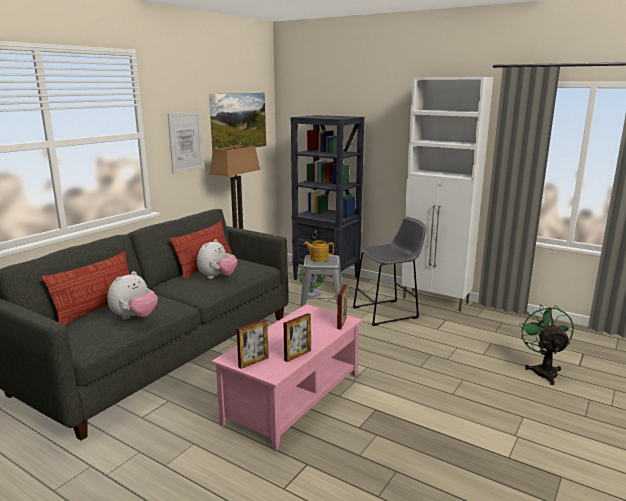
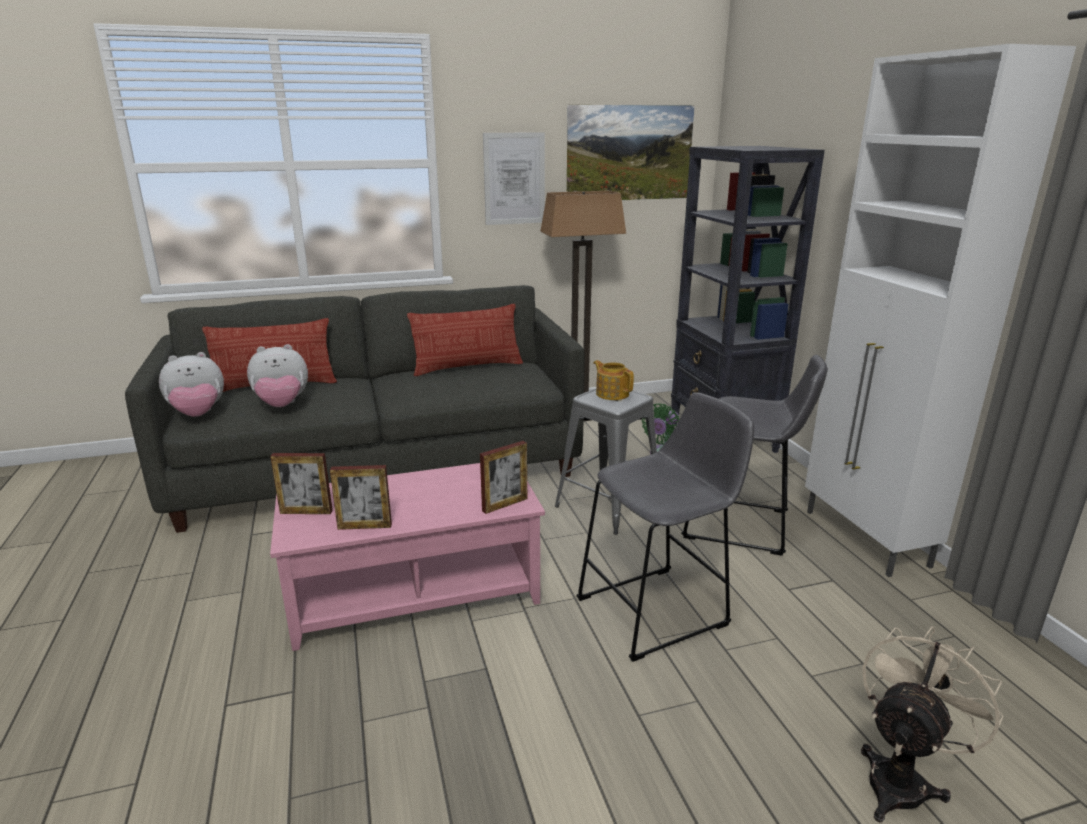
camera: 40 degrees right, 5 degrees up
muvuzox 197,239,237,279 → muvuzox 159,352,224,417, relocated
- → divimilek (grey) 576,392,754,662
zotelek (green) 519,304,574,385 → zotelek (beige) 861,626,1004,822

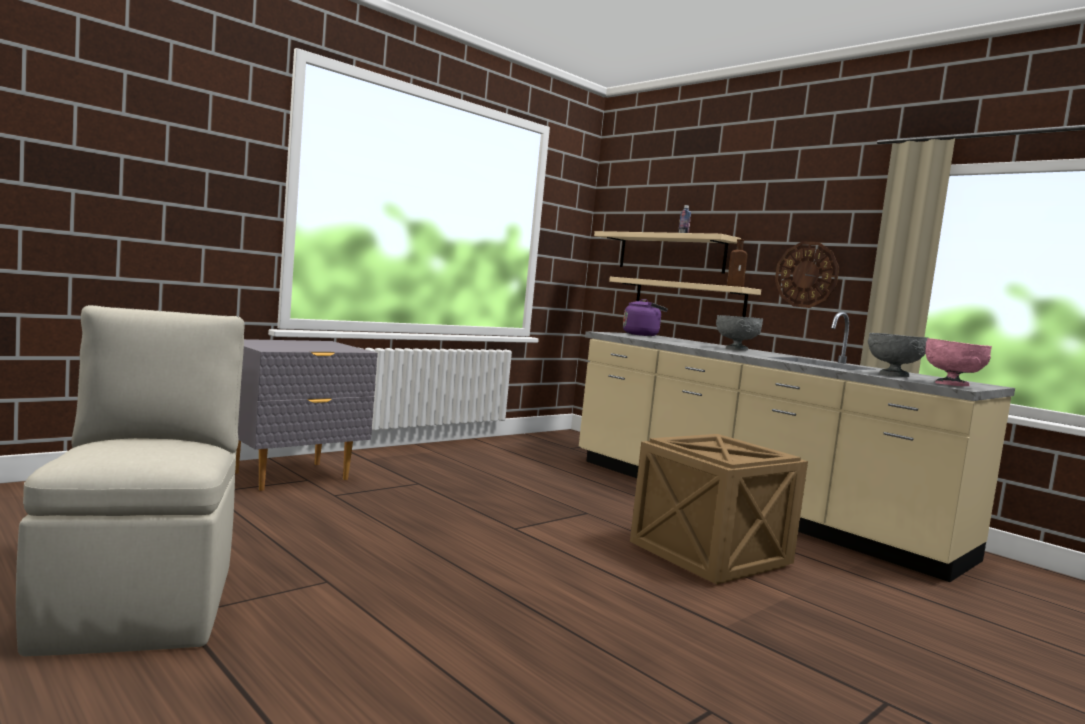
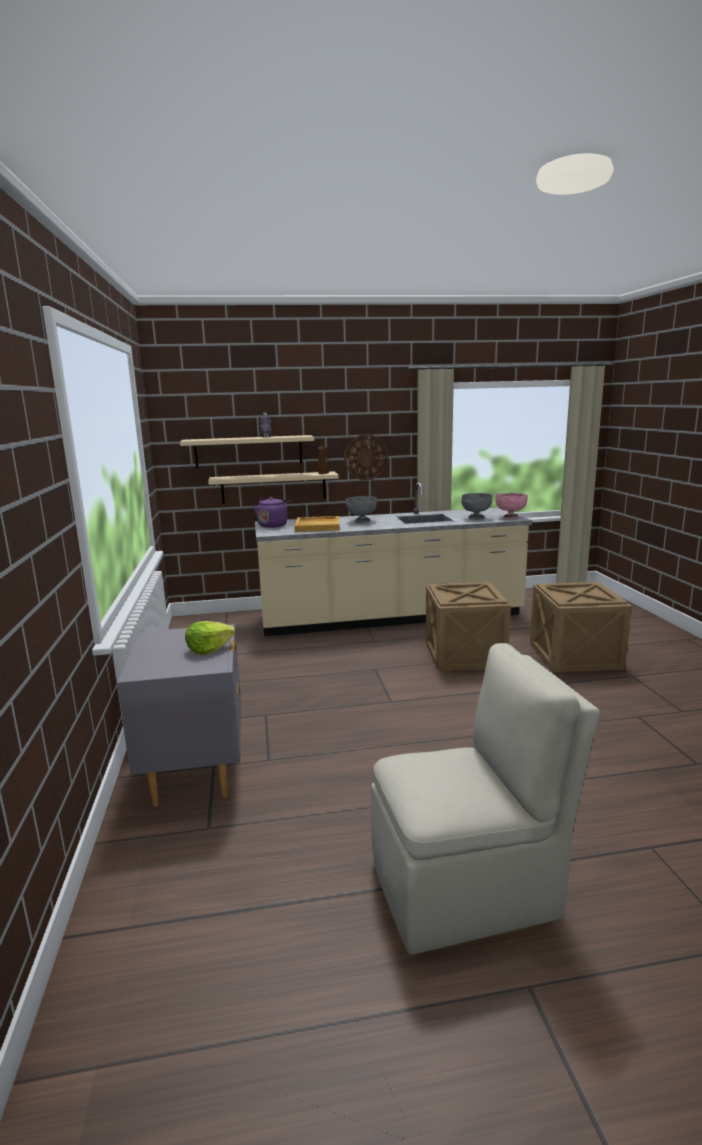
camera: 55 degrees left, 10 degrees up
- → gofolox 185,621,235,655
- → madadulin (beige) 295,516,340,532
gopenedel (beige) 16,305,245,656 → gopenedel (beige) 371,643,600,955, 150 degrees clockwise
- → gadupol 530,582,632,672

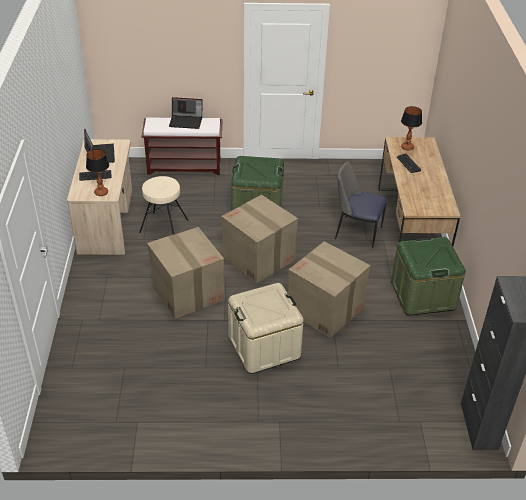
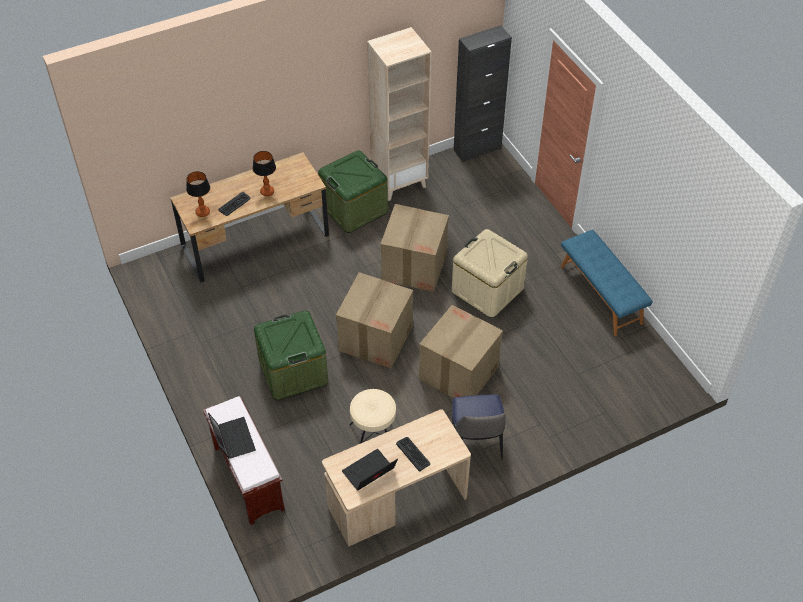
camera: 115 degrees left, 10 degrees up
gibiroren 86,149,109,196 → gibiroren 253,151,276,196, relocated
- → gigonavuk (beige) 367,27,432,201
gopenedel 335,162,387,248 → gopenedel 452,394,505,460, relocated
- → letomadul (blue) 560,230,653,336

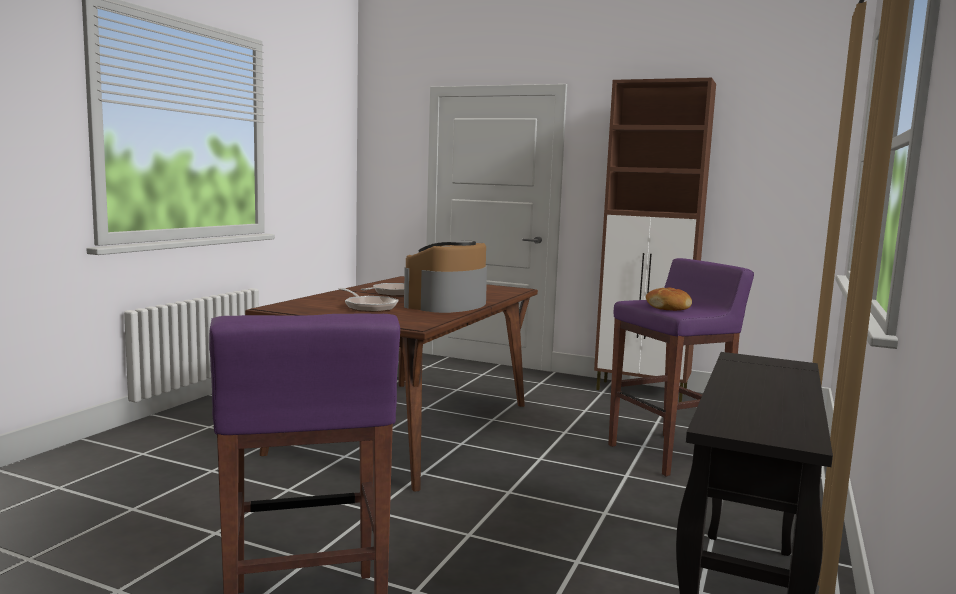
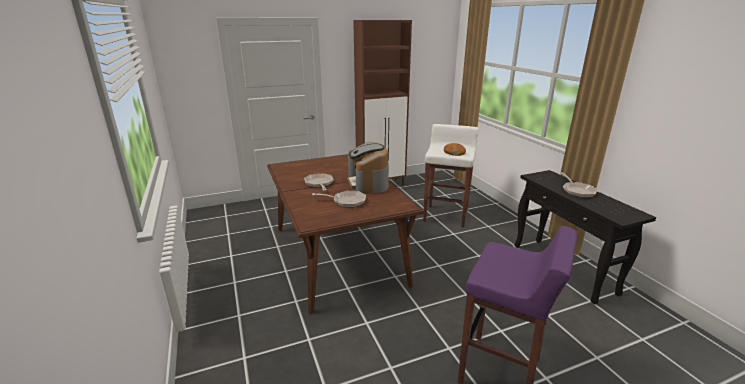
camera: 45 degrees left, 15 degrees up
divimilek (purple) 608,258,754,476 → divimilek (white) 423,124,478,227
- → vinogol 561,173,598,198

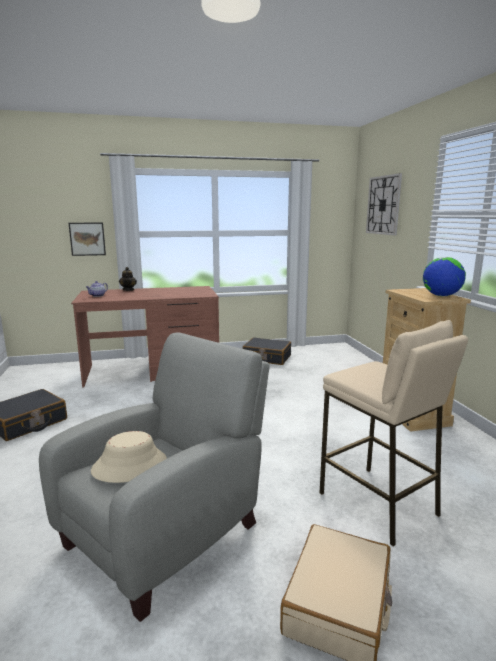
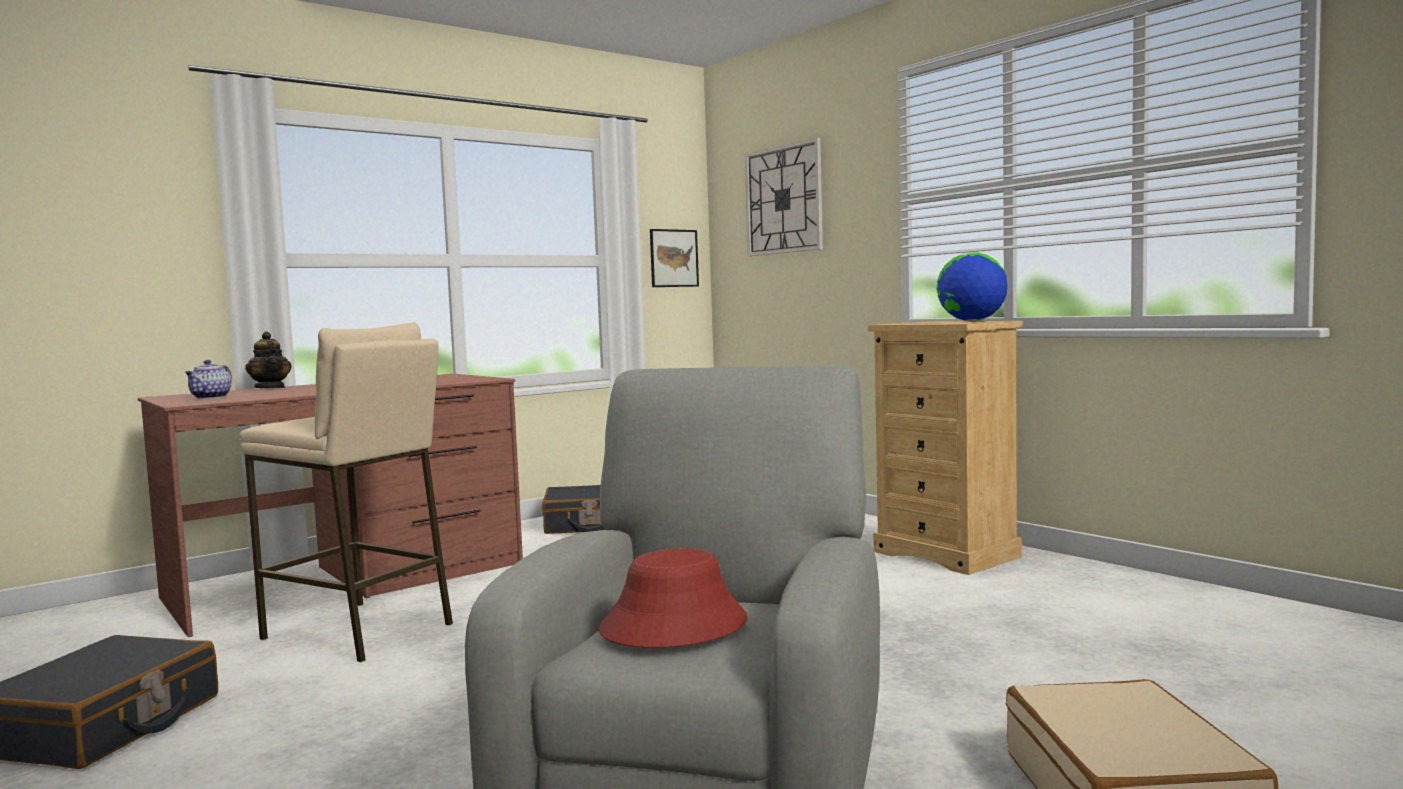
camera: 25 degrees left, 10 degrees down
divimilek (beige) 320,320,468,547 → divimilek (beige) 240,322,453,662, relocated
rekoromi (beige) 91,431,167,483 → rekoromi (red) 598,549,748,648
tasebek 69,223,106,256 → tasebek 650,229,699,287, relocated

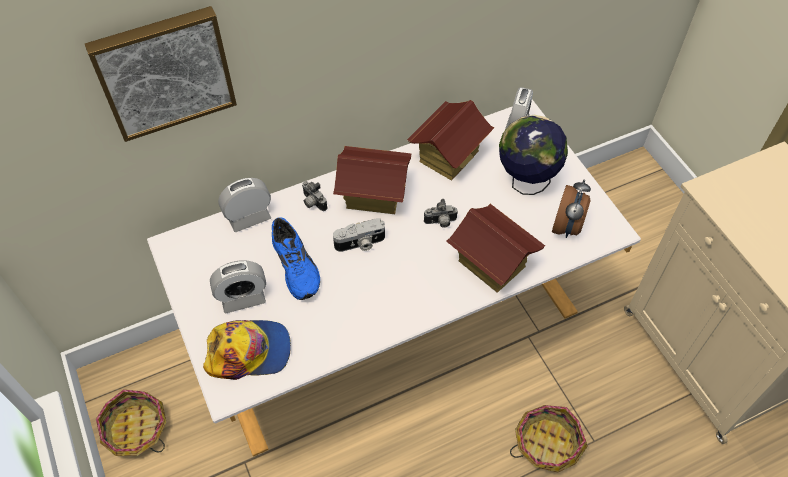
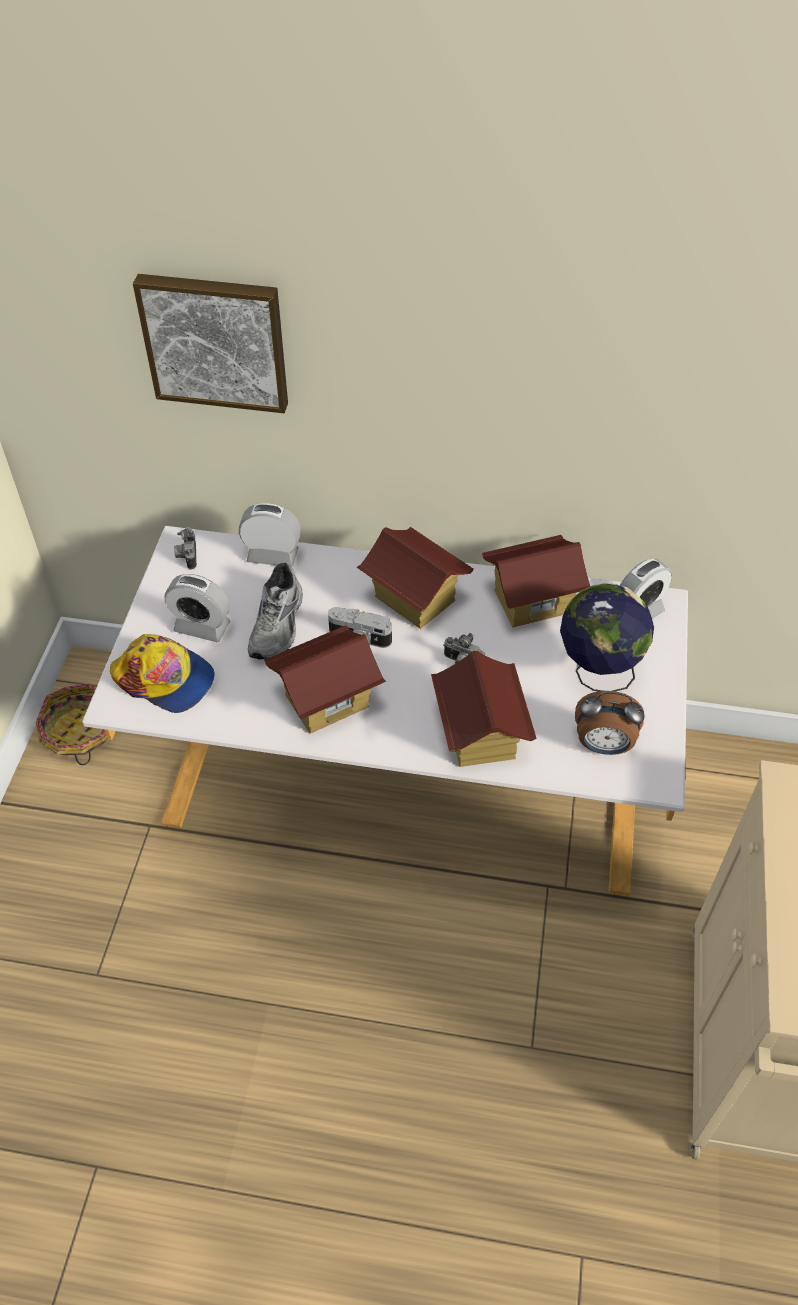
camera: 35 degrees right, 5 degrees down
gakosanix 302,181,327,211 → gakosanix 174,527,197,569, relocated
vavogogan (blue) 272,218,320,300 → vavogogan (grey) 248,563,303,660
- → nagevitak 264,625,386,734
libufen 552,180,591,238 → libufen 575,691,645,755, 45 degrees clockwise
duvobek 510,405,588,472 → -

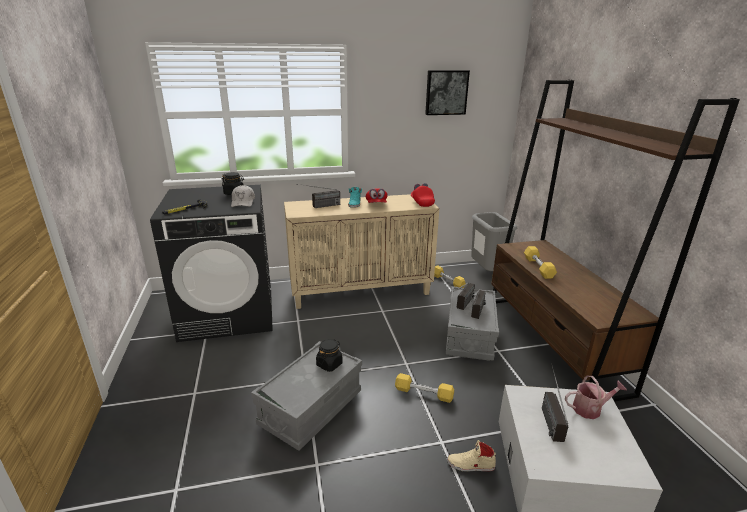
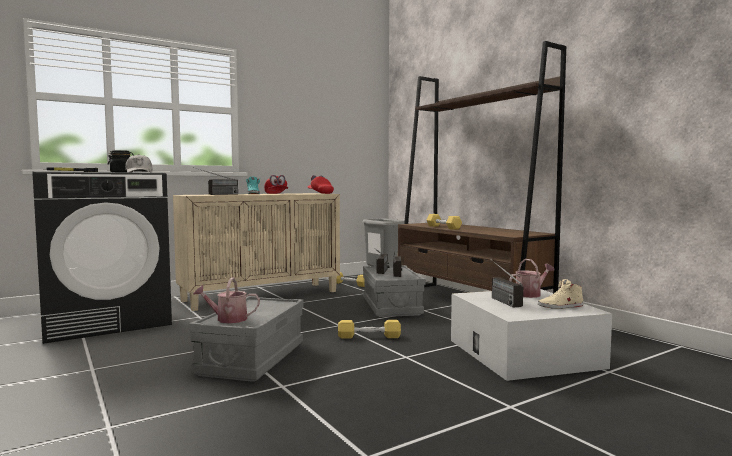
camera: 20 degrees left, 20 degrees down
- → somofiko 193,277,260,323
vavogogan (beige) 447,440,496,472 → vavogogan (beige) 538,279,583,309, relocated
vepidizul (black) 316,339,343,372 → -
tasebek 425,70,470,115 → -

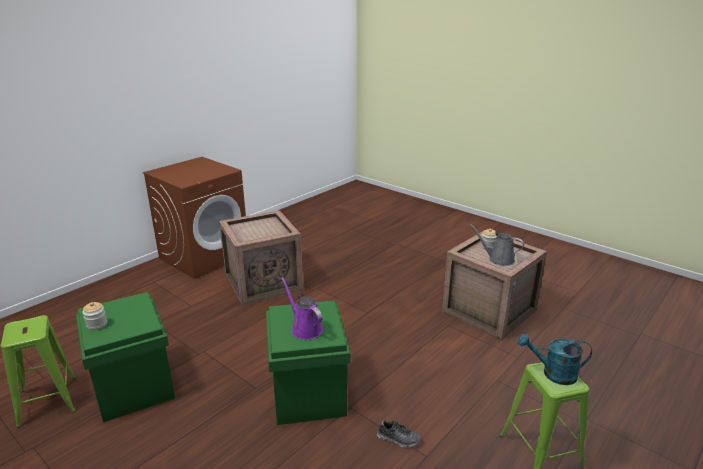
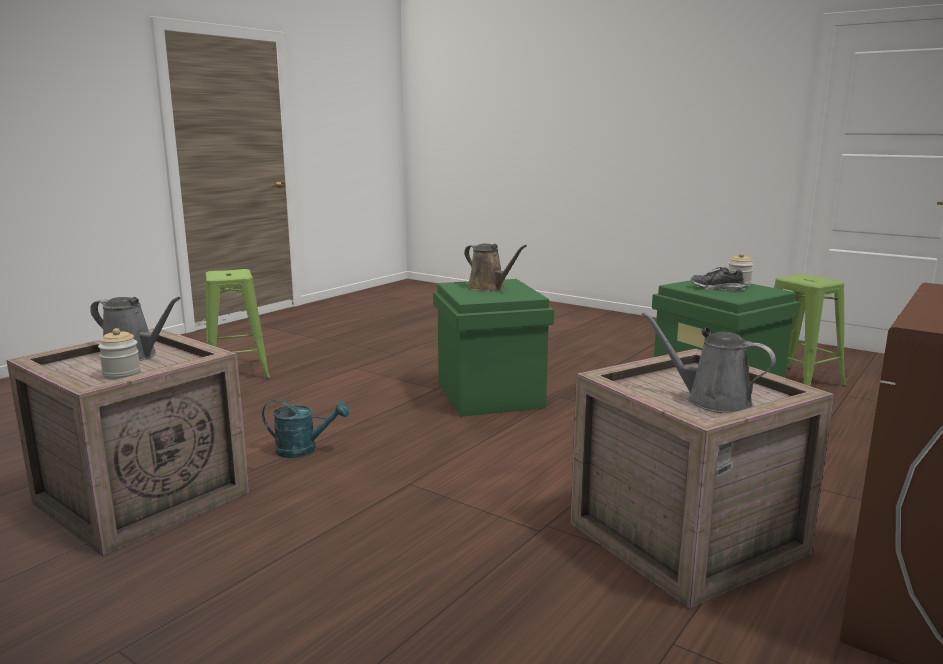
camera: 175 degrees right, 10 degrees down
somofiko (turquoise) 518,334,592,385 → somofiko (turquoise) 262,400,349,458, relocated
somofiko (purple) 281,277,323,340 → somofiko (brown) 464,243,527,291
- → somofiko (grey) 642,312,776,413
vavogogan 377,420,421,448 → vavogogan 691,267,745,291, relocated

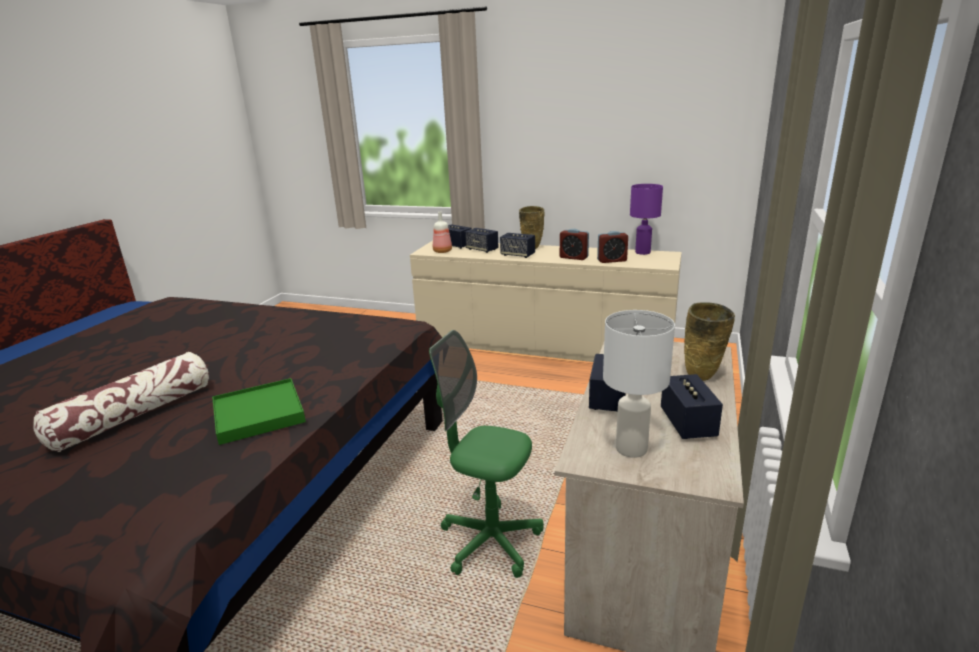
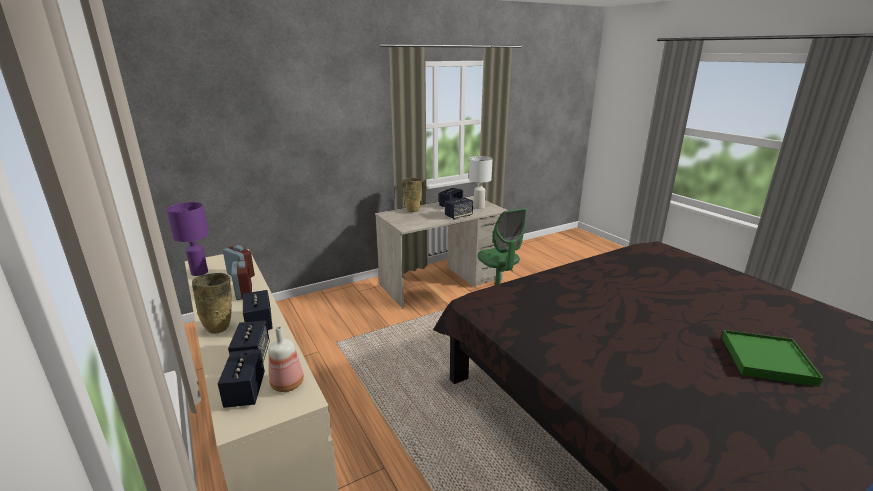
camera: 140 degrees left, 0 degrees up
madadulin (green) 212,378,306,445 → madadulin (green) 722,330,823,387, relocated
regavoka 33,352,209,452 → -

